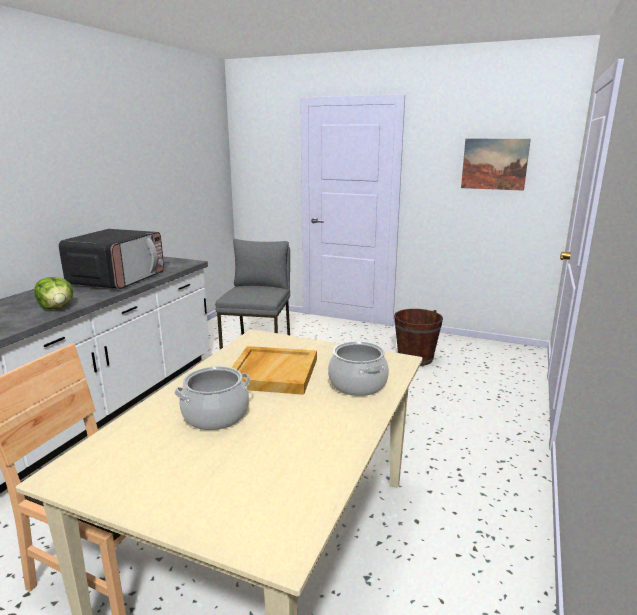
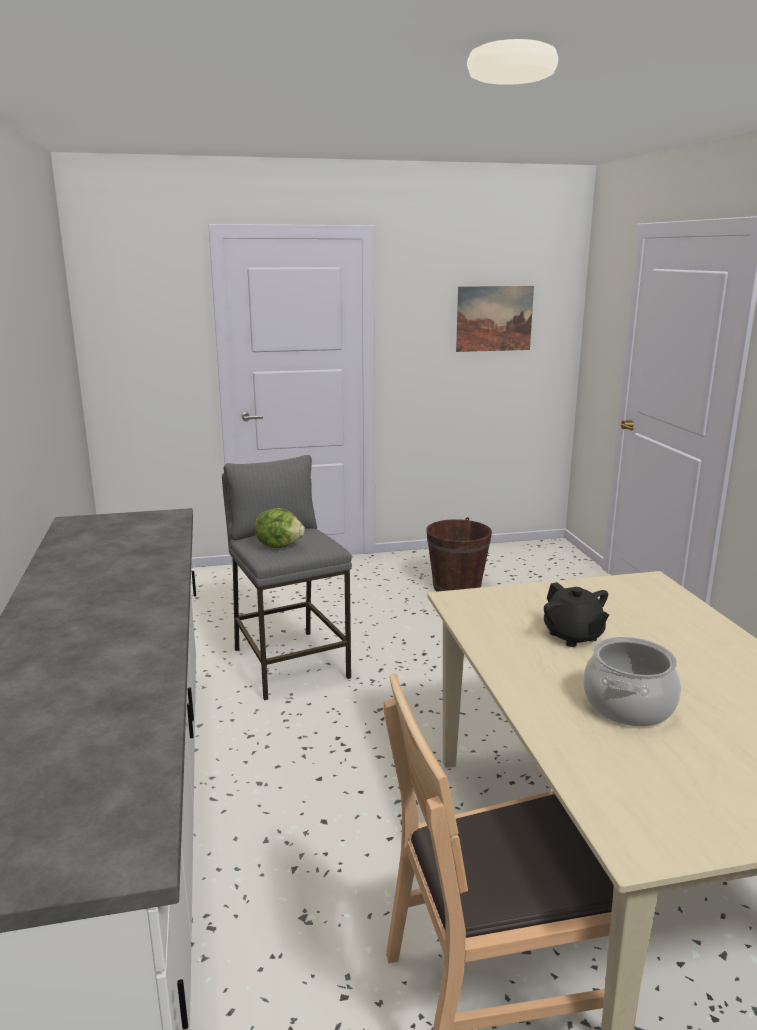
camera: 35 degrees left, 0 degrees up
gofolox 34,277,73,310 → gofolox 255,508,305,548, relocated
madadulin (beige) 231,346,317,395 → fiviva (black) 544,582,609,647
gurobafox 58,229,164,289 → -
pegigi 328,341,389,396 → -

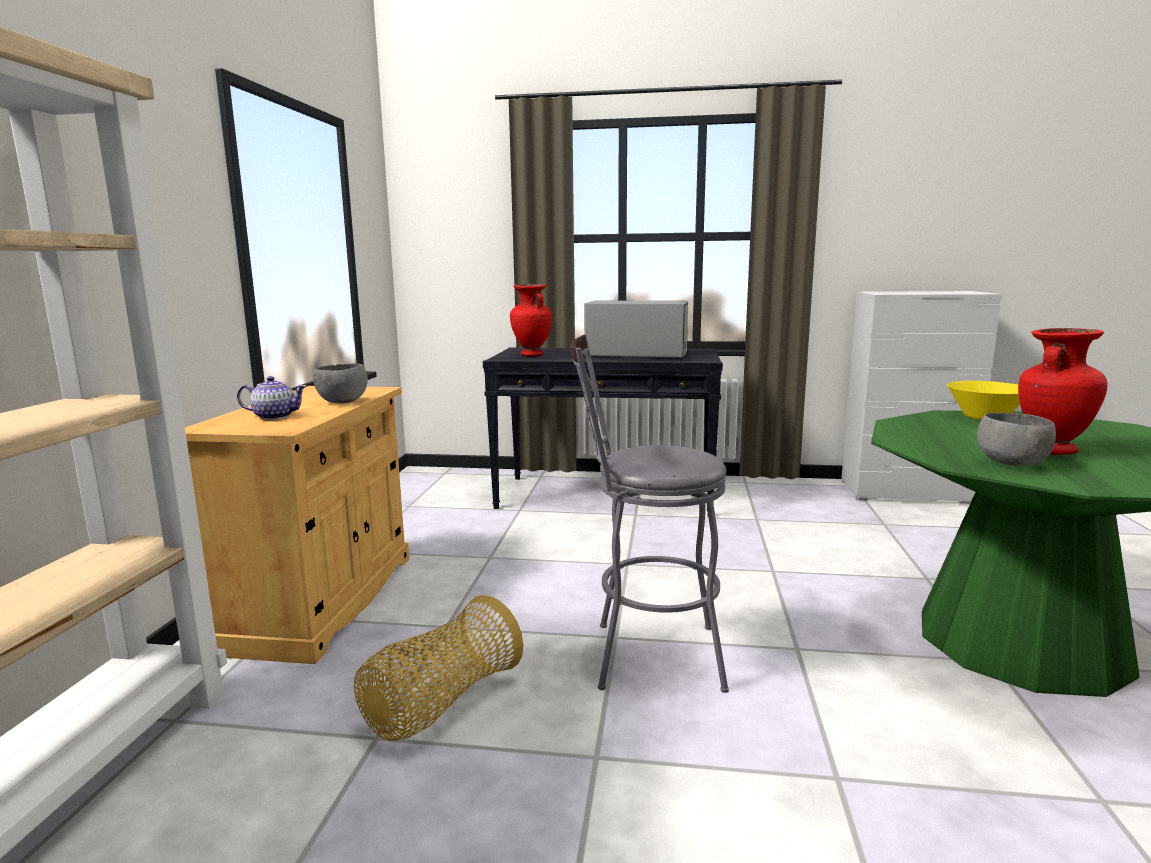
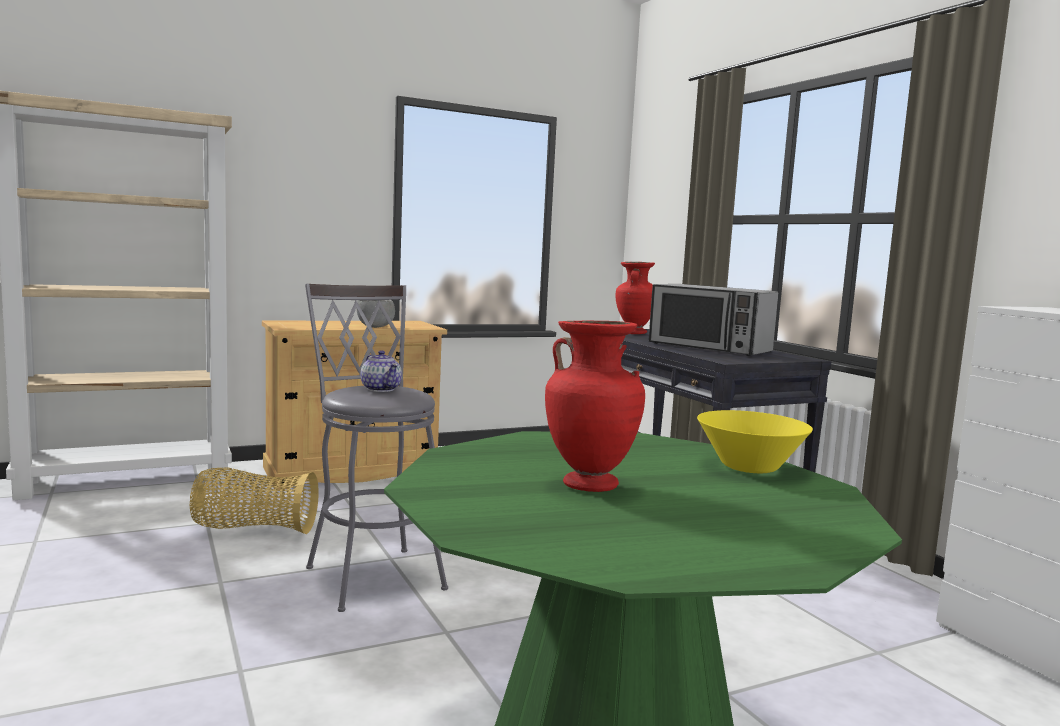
camera: 55 degrees right, 5 degrees down
fiviva 237,376,307,420 → fiviva 361,350,402,392, relocated
gurobafox 584,301,688,359 → gurobafox 648,284,778,356, 150 degrees clockwise
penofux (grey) 977,413,1056,466 → -

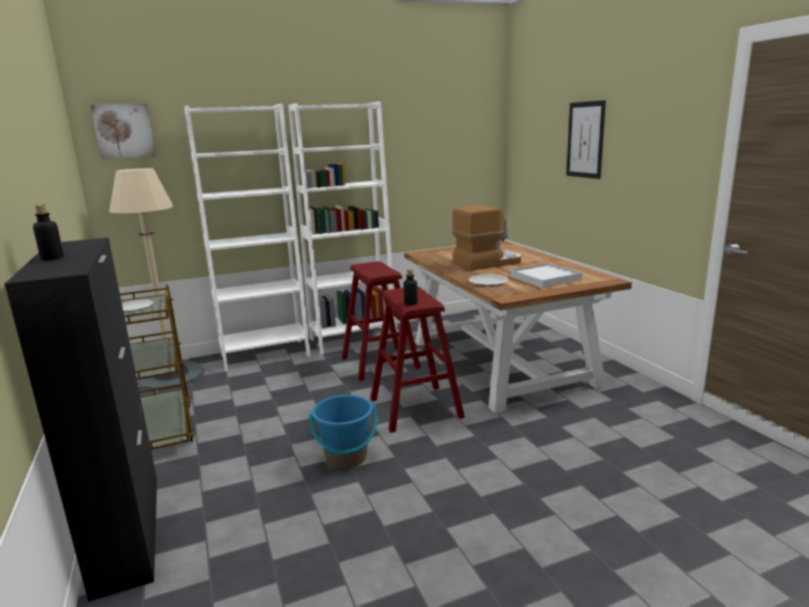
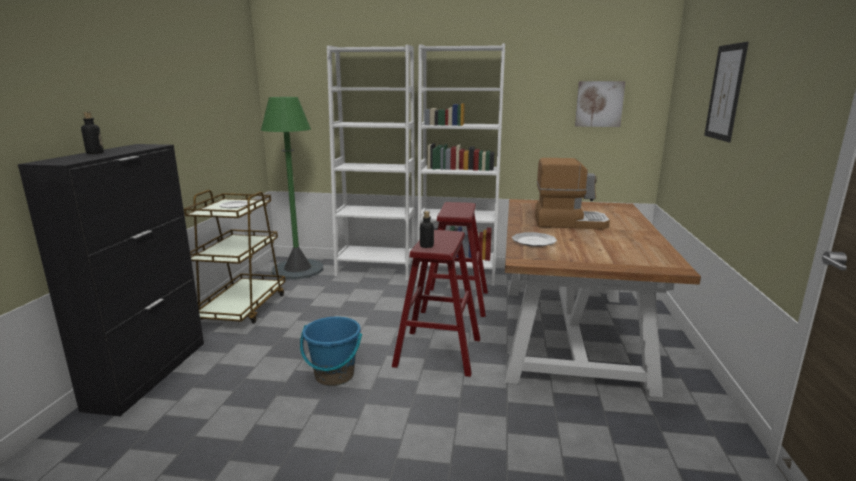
camera: 30 degrees right, 0 degrees up
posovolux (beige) 109,168,204,391 → posovolux (green) 261,97,323,279
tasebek 90,104,156,159 → tasebek 575,81,626,127, relocated
madadulin (white) 510,263,582,288 → -

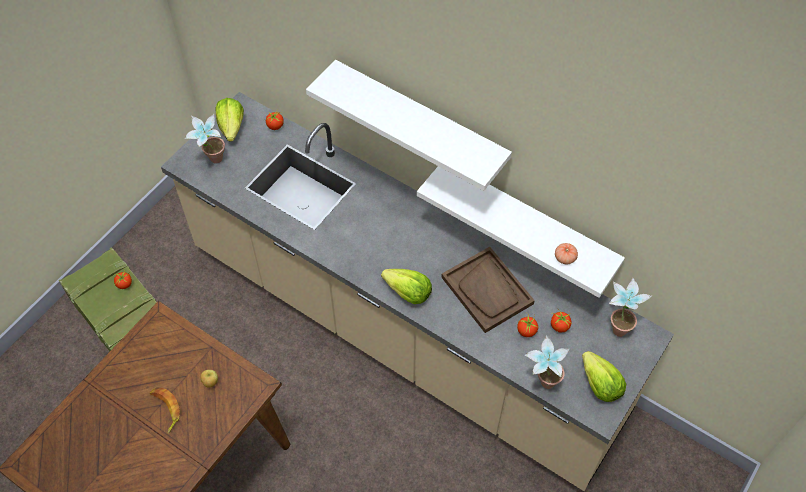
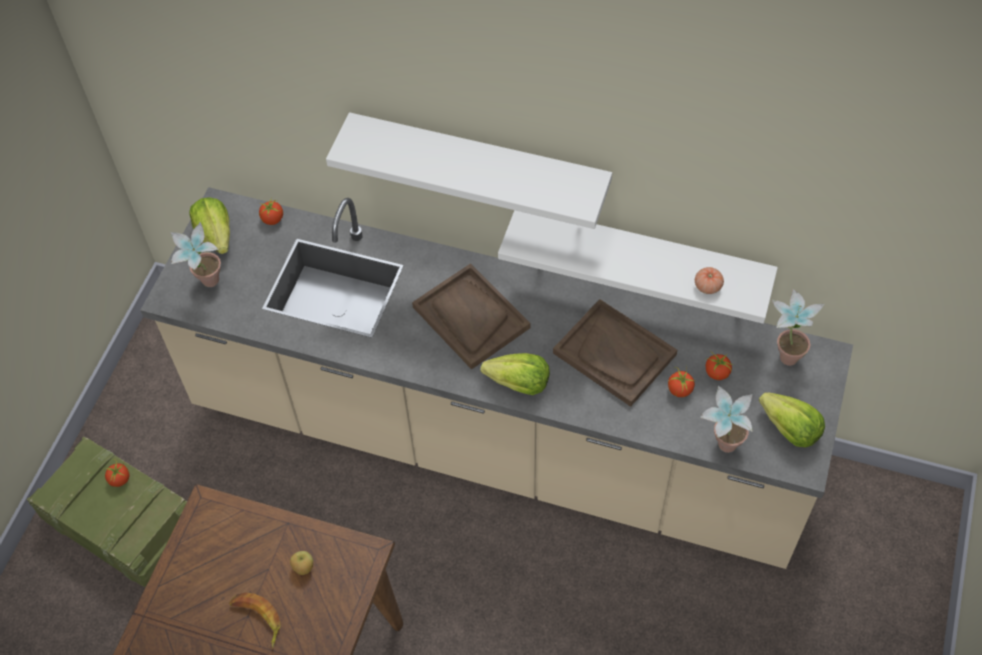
camera: 15 degrees left, 0 degrees up
- → madadulin (brown) 412,263,530,370

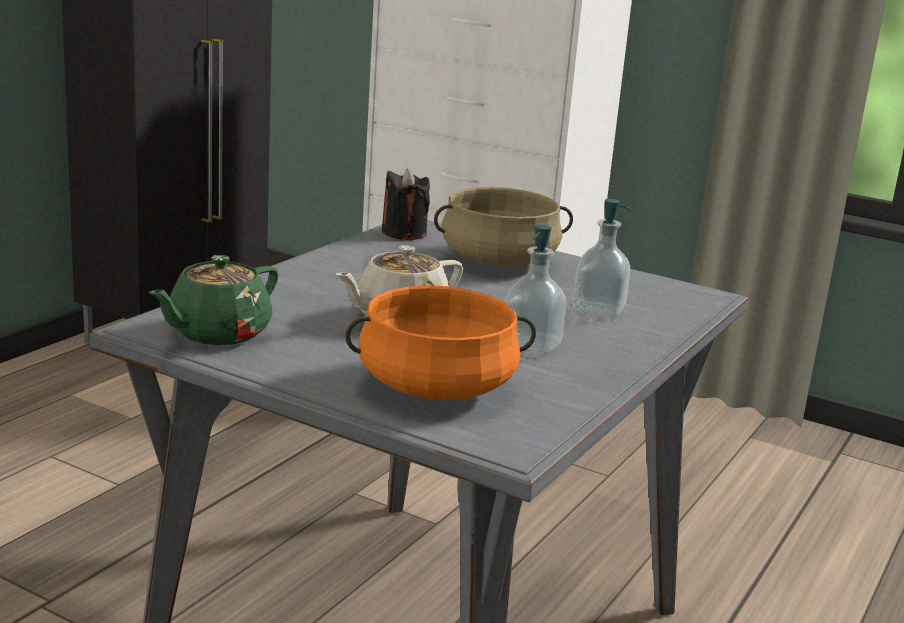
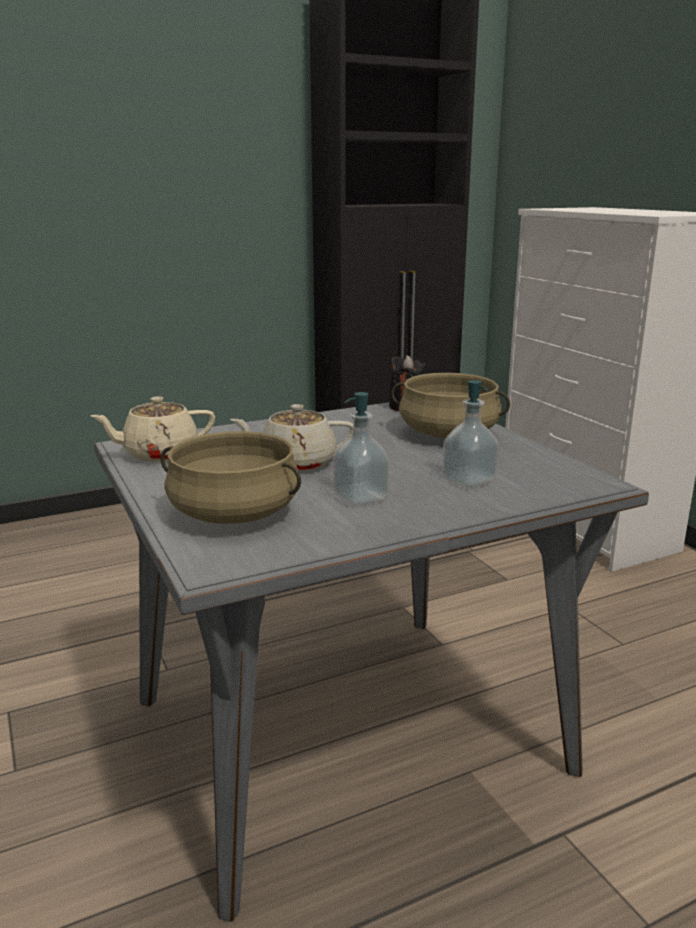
camera: 35 degrees right, 0 degrees up
fiviva (green) 149,255,279,345 → fiviva (beige) 90,396,215,462
pegigi (orange) 345,285,536,400 → pegigi (beige) 161,431,301,524

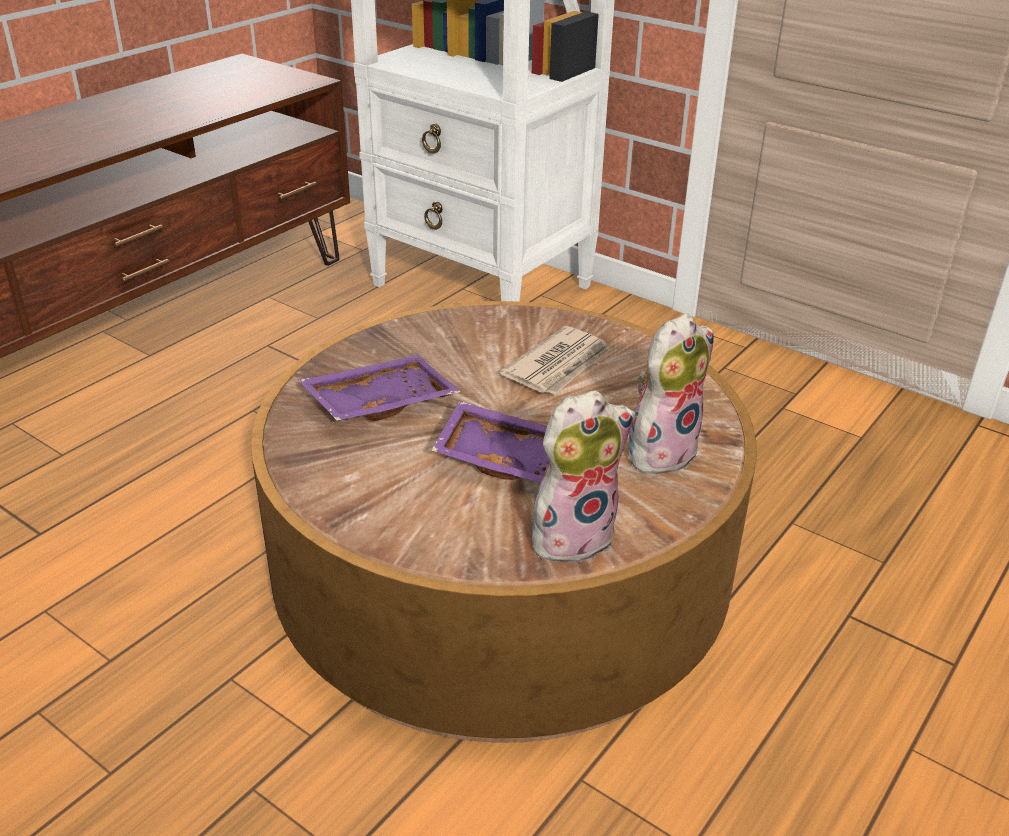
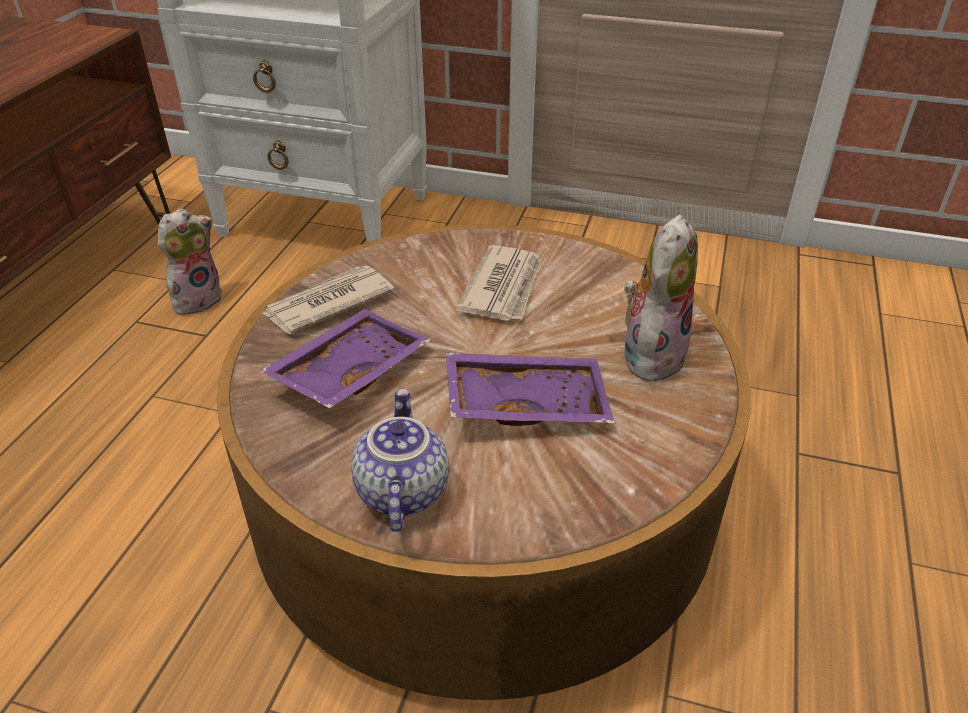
camera: 20 degrees left, 5 degrees up
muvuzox 532,390,636,562 → muvuzox 158,208,222,315, relocated
- → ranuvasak 261,266,395,334
- → fiviva 351,388,449,532

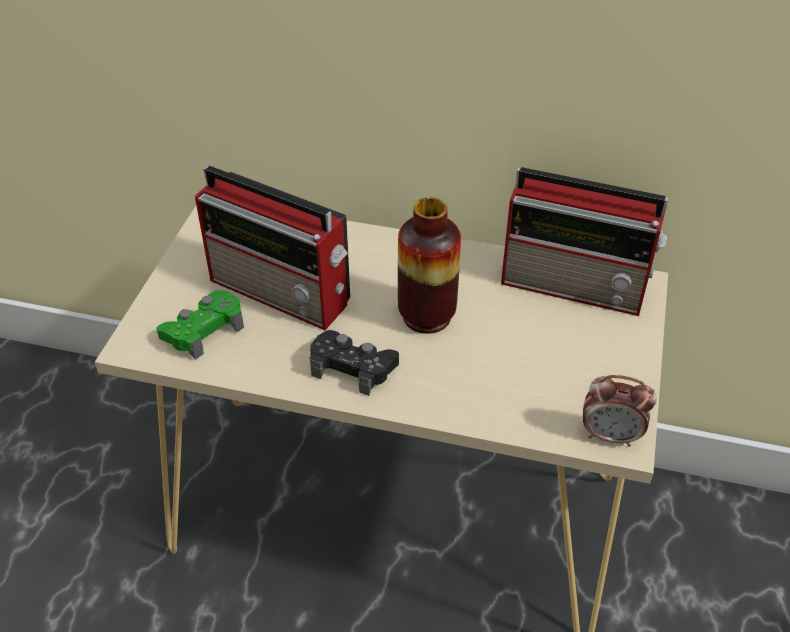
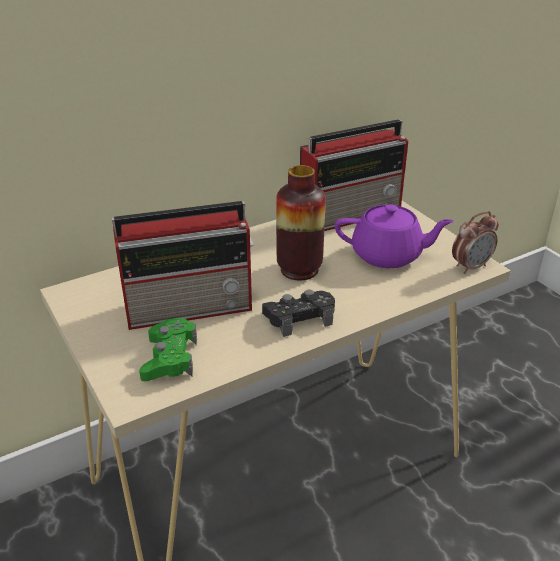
camera: 45 degrees left, 10 degrees down
- → fiviva (purple) 335,204,454,268

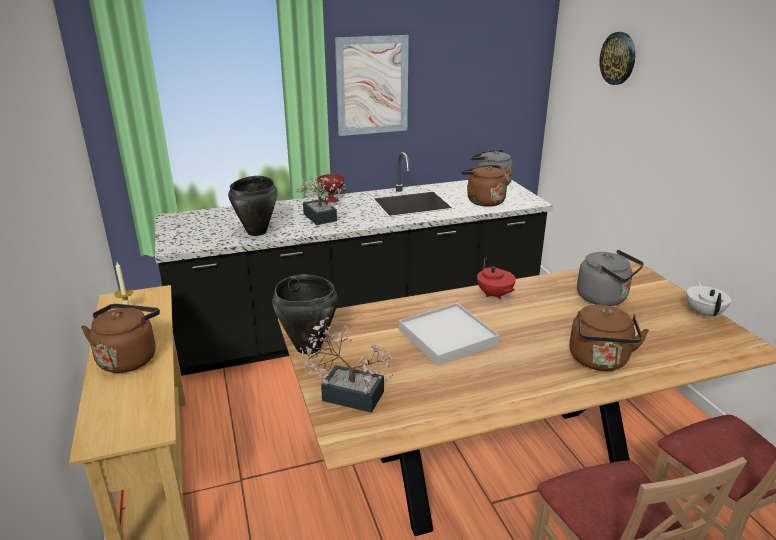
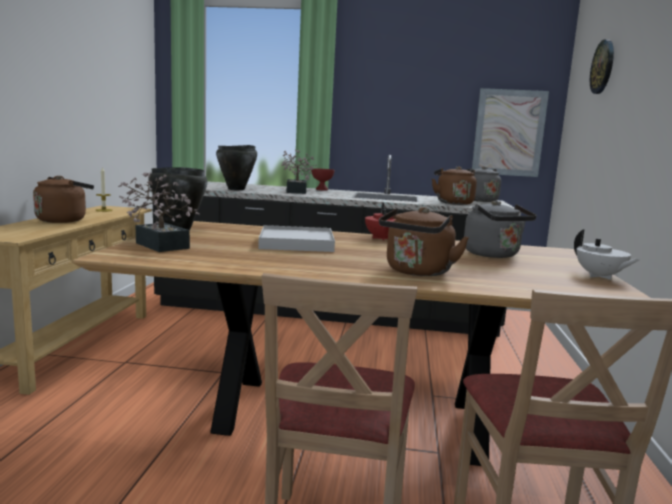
camera: 25 degrees right, 15 degrees down
tasebek 335,35,409,136 → tasebek 472,88,549,177, relocated
fiviva (white) 686,281,731,319 → fiviva (white) 574,230,639,280, 120 degrees clockwise

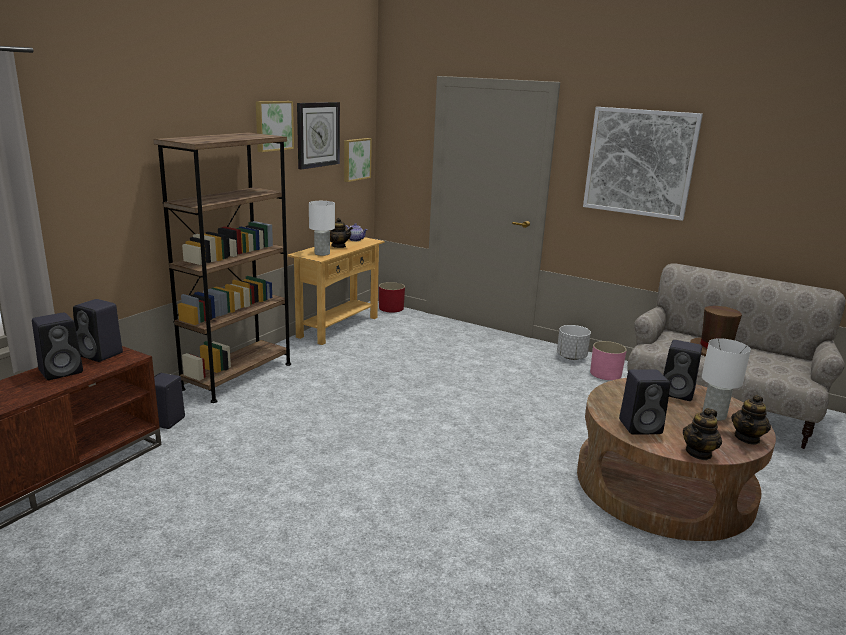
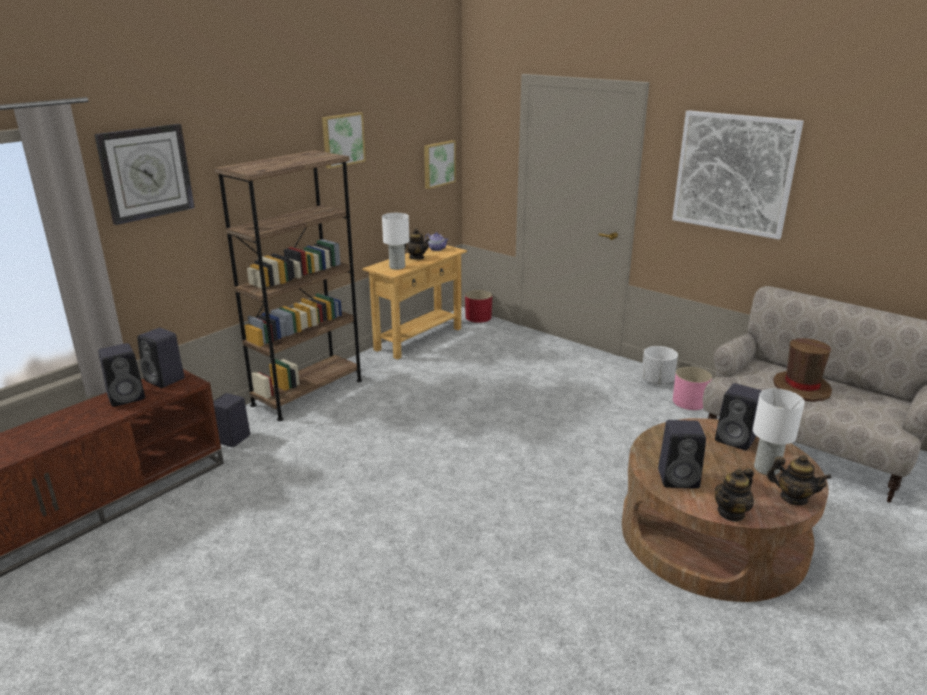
camera: 10 degrees right, 5 degrees up
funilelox 297,102,340,170 → funilelox 94,124,195,225, relocated
fiviva 731,395,771,445 → fiviva 767,455,832,505, 105 degrees counterclockwise

